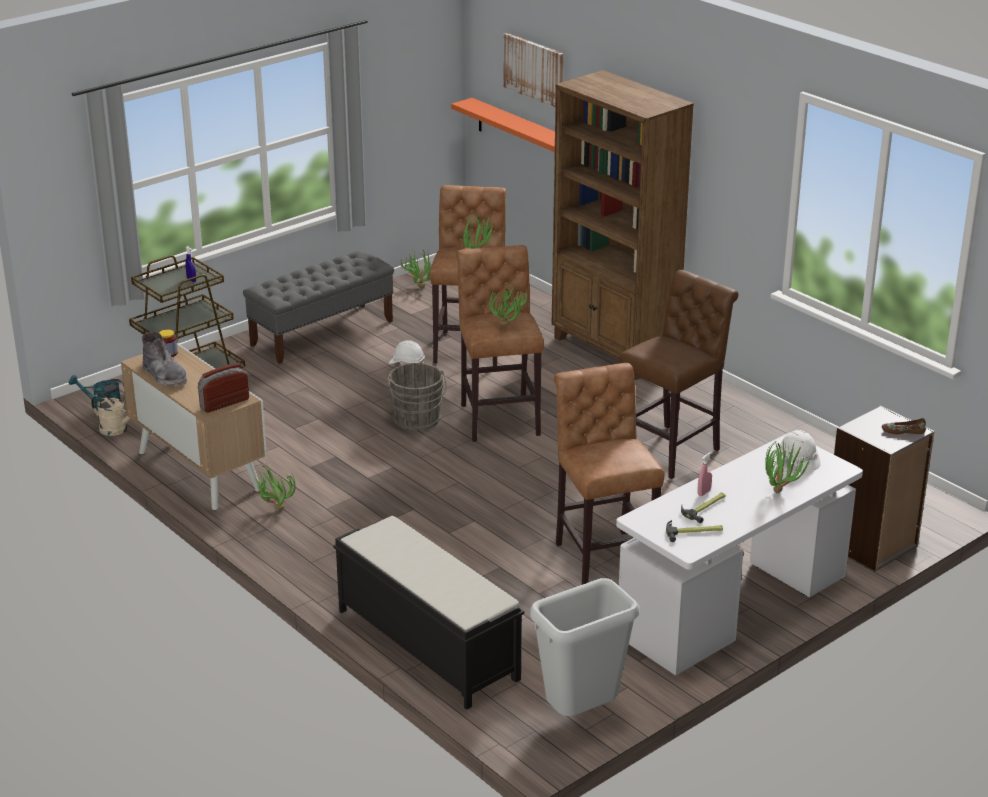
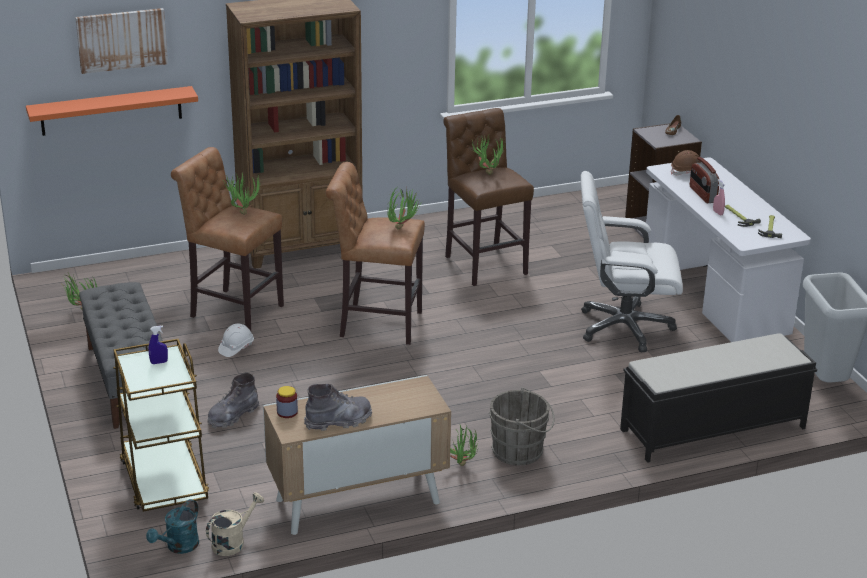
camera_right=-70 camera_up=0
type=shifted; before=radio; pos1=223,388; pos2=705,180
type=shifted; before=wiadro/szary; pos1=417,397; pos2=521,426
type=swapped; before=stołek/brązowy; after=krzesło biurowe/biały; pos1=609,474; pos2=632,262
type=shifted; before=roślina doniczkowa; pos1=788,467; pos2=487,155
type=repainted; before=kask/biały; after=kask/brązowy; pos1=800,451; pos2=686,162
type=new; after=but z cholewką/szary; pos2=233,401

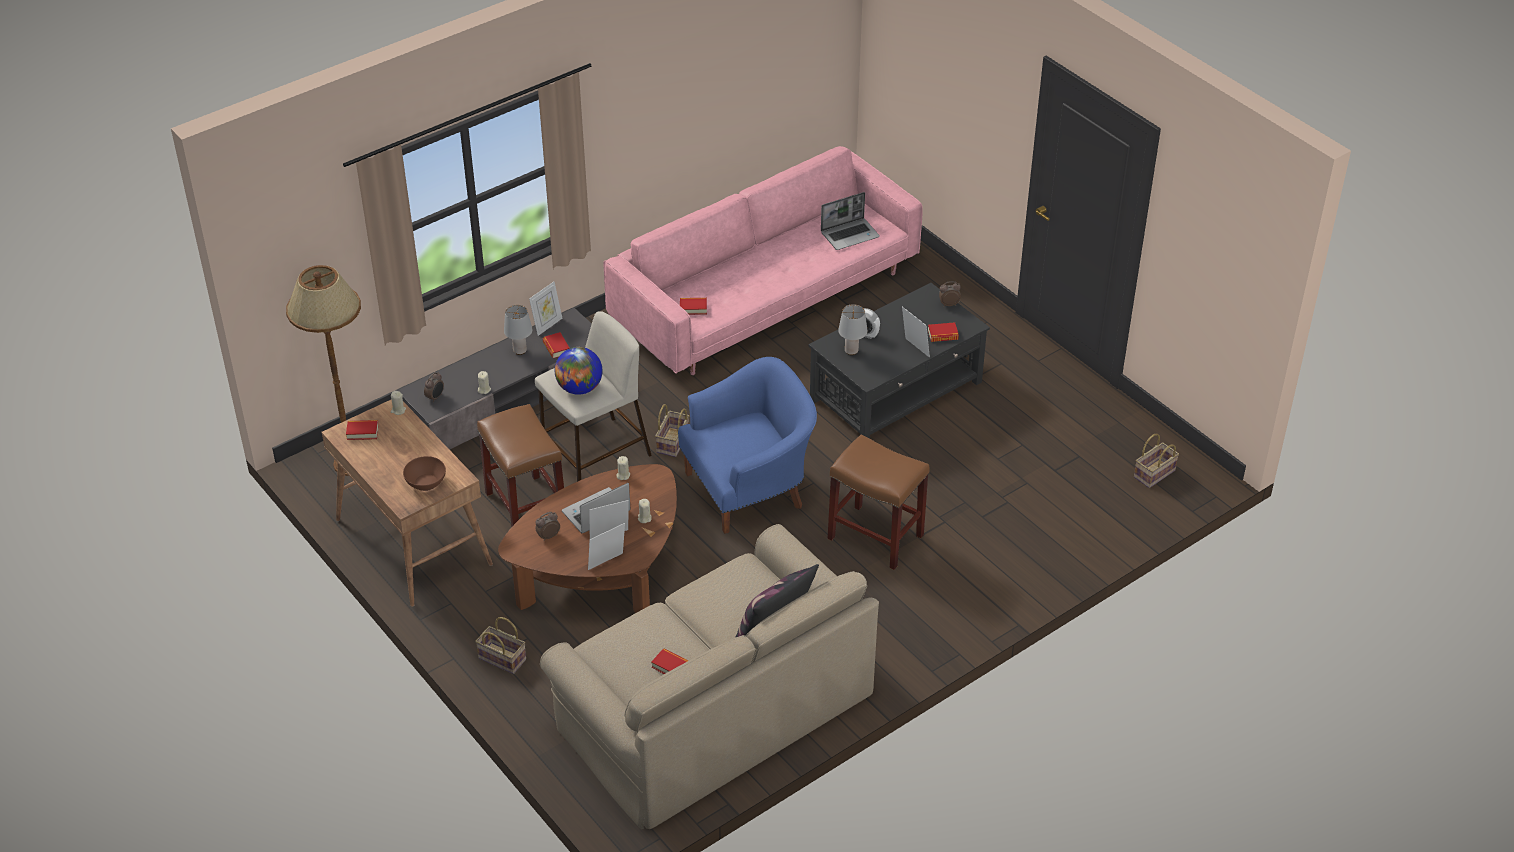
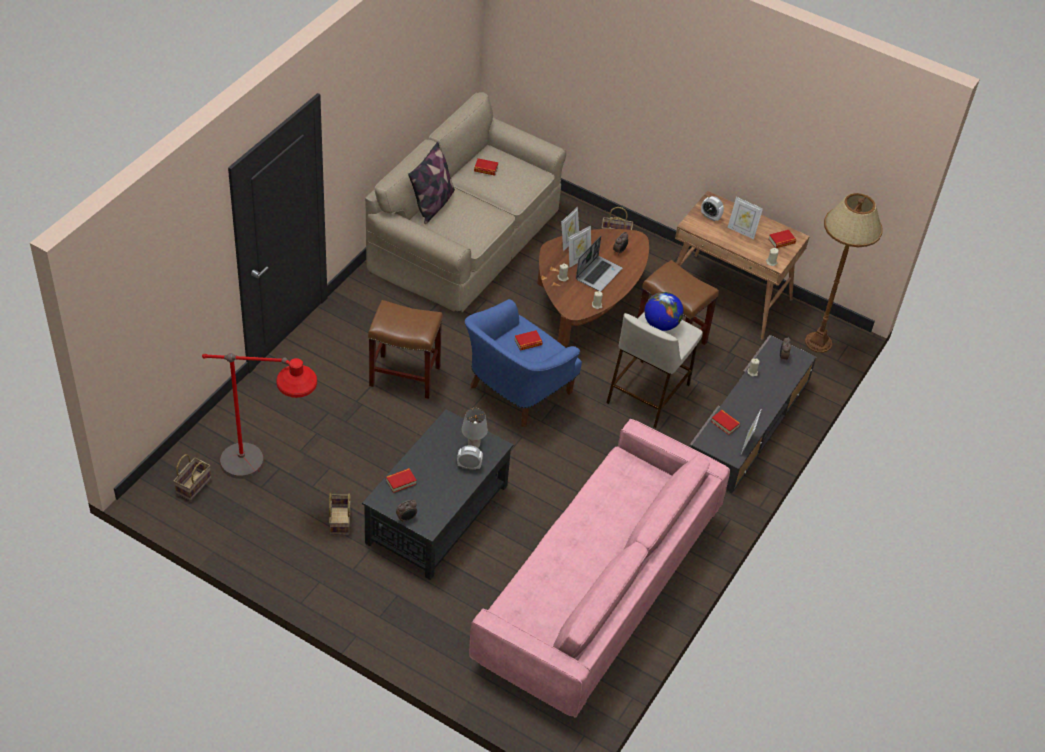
camera_right=155 camera_up=5
type=swapped; before=miska/brązowy; after=budzik; pos1=424,473; pos2=712,208
type=gone; before=lampa stołowa/szary; pos1=518,330
type=shifted; before=koszyk; pos1=672,430; pos2=340,514
type=shifted; before=książka; pos1=693,306; pos2=528,340
type=gone; before=laptop; pos1=850,221
type=shifted; before=ramka na zdjęcie; pos1=916,332; pos2=745,218
type=new; after=lampa stojąca/czerwony; pos2=259,416

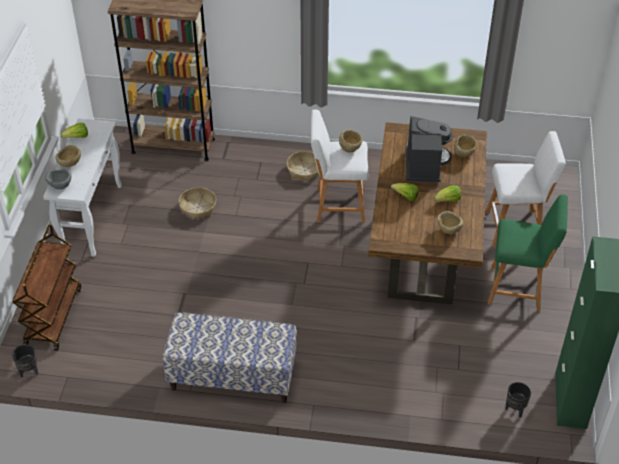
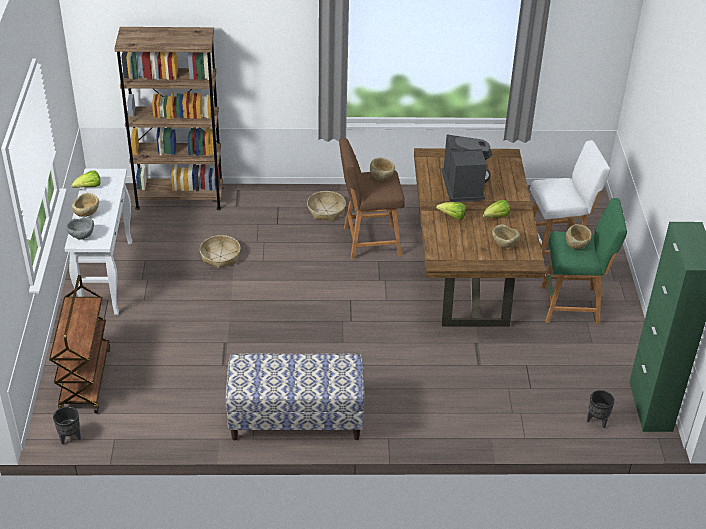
camera_right=-10 camera_up=-5
type=repainted; before=stołek/biały; after=stołek/brązowy; pos1=339,166; pos2=372,199
type=shifted; before=miska/beżowy; pos1=465,146; pos2=579,236

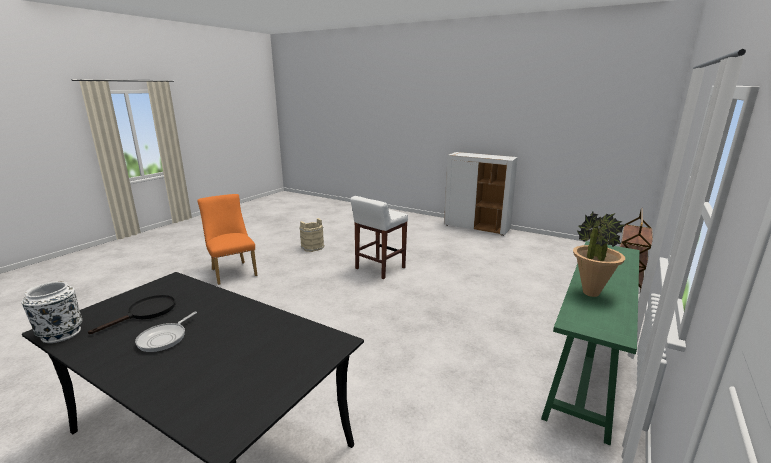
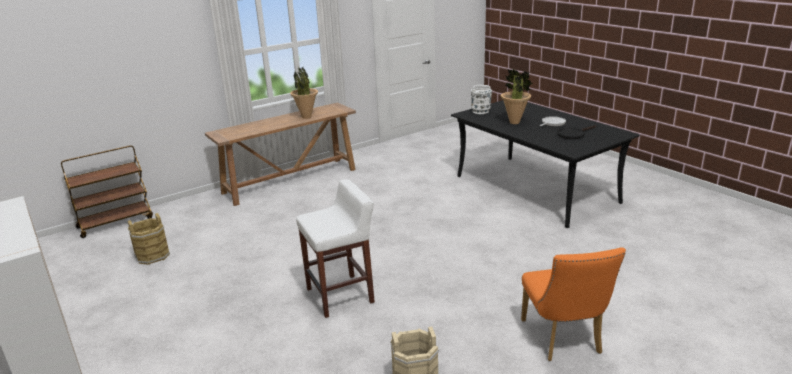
camera_right=-155 camera_up=5
type=shifted; before=wazon/biały; pos1=52,312; pos2=481,99
type=repainted; before=stolik konsolowy/zielony; after=stolik konsolowy/brązowy; pos1=590,343; pos2=280,154
type=new; after=wiadro/brązowy; pos2=149,239
type=new; after=roślina doniczkowa; pos2=517,96

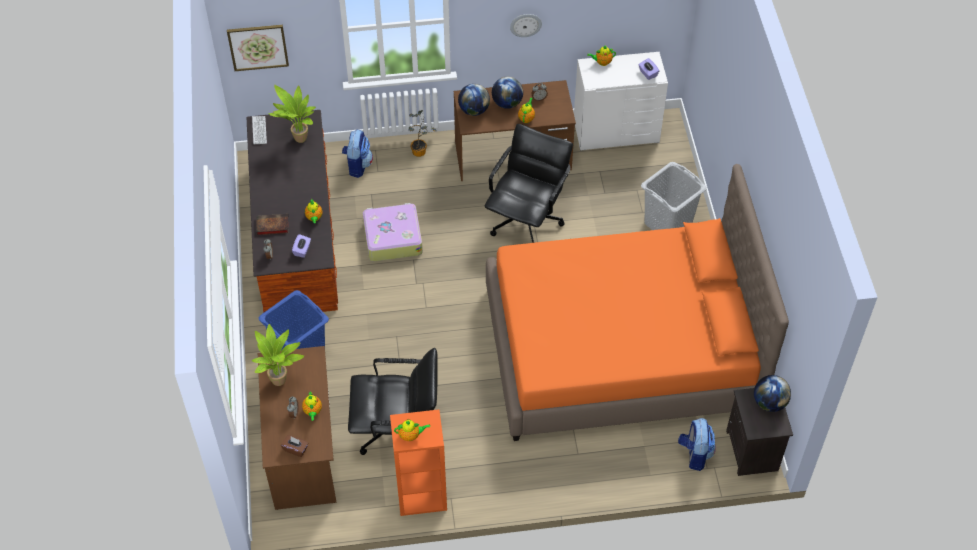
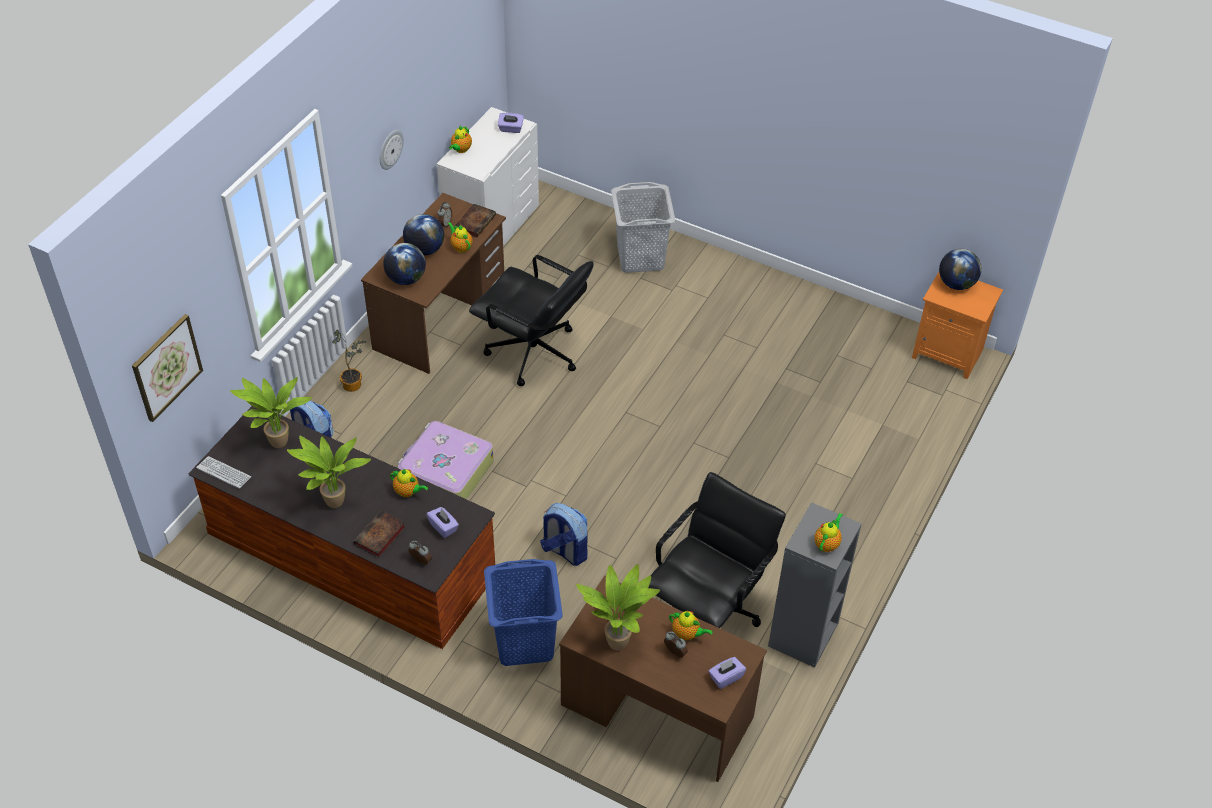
camera_right=-55 camera_up=-5
type=repainted; before=pudełko chusteczek/brązowy; after=pudełko chusteczek/fioletowy; pos1=294,446; pos2=727,673
type=repainted; before=regał/pomarańczowy; after=regał/szary; pos1=418,463; pos2=815,585
type=rotated; before=krzesło biurowe/czarny; pos1=529,183; pos2=531,320; turn=150
type=gone; before=łóżko/pomarańczowy; pos1=637,302
type=shifted; before=plecak; pos1=697,444; pos2=564,534
type=repainted; before=szafka nocna/czarny; after=szafka nocna/pomarańczowy; pos1=759,432; pos2=957,325
type=new; after=roślina doniczkowa; pos2=329,472
type=new; after=książka; pos2=475,221

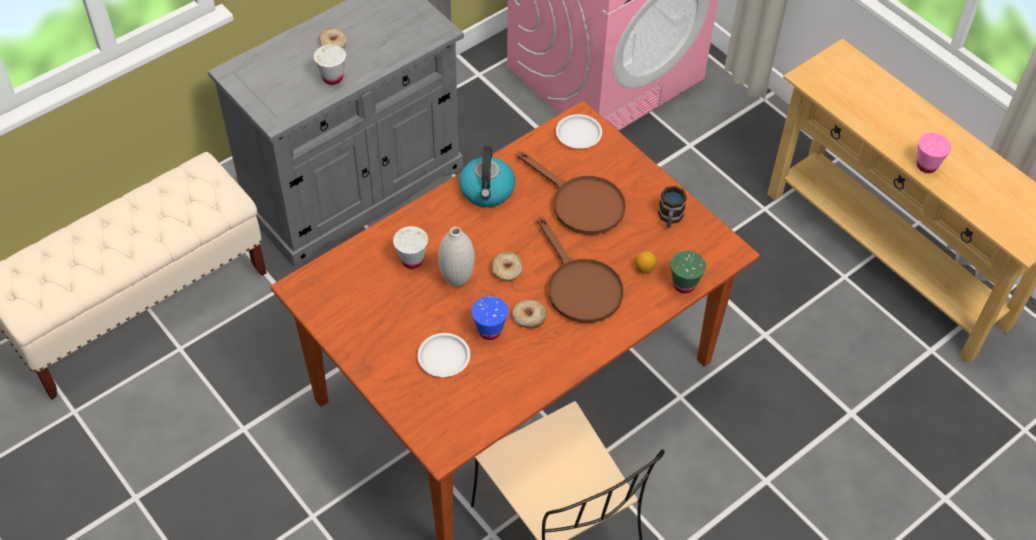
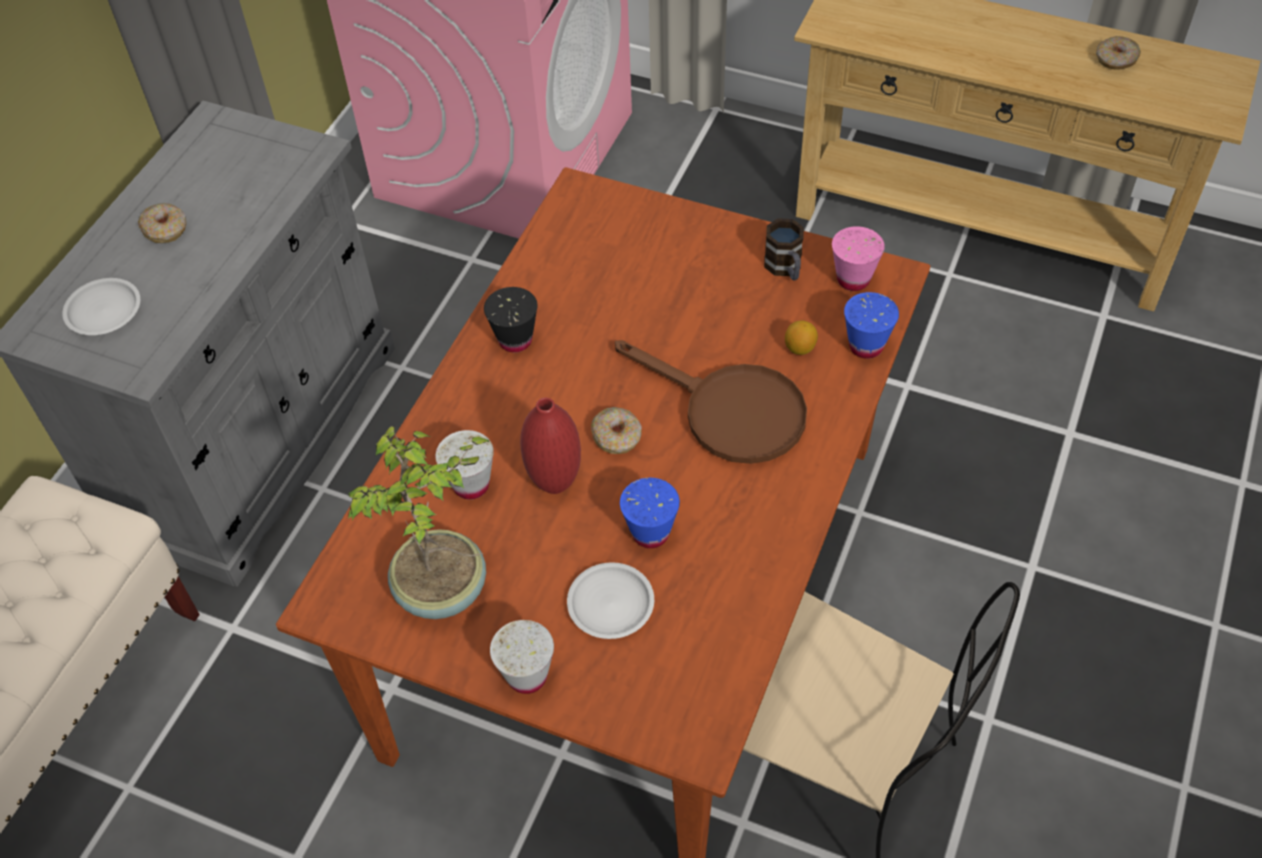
camera_right=-25 camera_up=0
type=shifted; before=filiżanka/biały; pos1=330,64; pos2=522,657
type=repainted; before=wazon/biały; after=wazon/czerwony; pos1=456,257; pos2=550,446
type=swapped; before=czajnik; after=filiżanka/czarny; pos1=487,176; pos2=510,319
type=shifted; before=donut; pos1=530,314; pos2=1118,52
type=gone; before=patelnia/brązowy; pos1=572,192
type=shifted; before=talerz/biały; pos1=579,131; pos2=101,306
type=repainted; before=filiżanka/zielony; after=filiżanka/niebieski; pos1=688,272; pos2=871,325
type=shifted; before=filiżanka/różowy; pos1=934,153; pos2=858,258
type=new; after=roślina doniczkowa; pos2=419,522

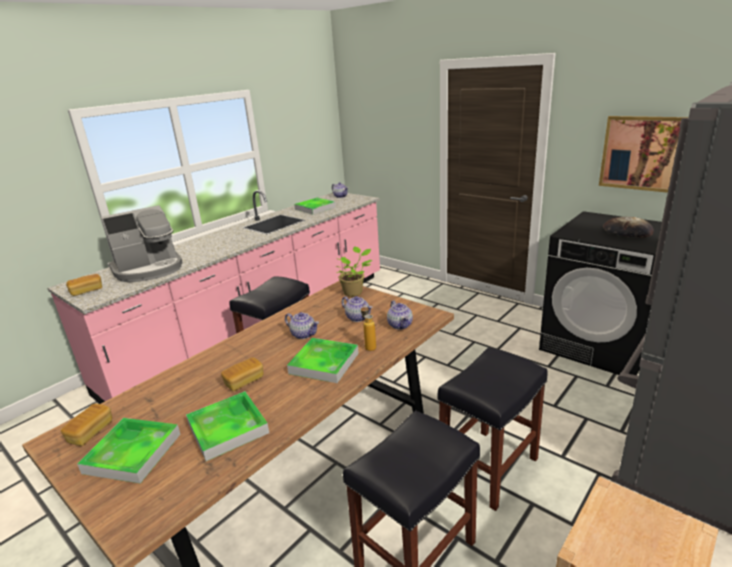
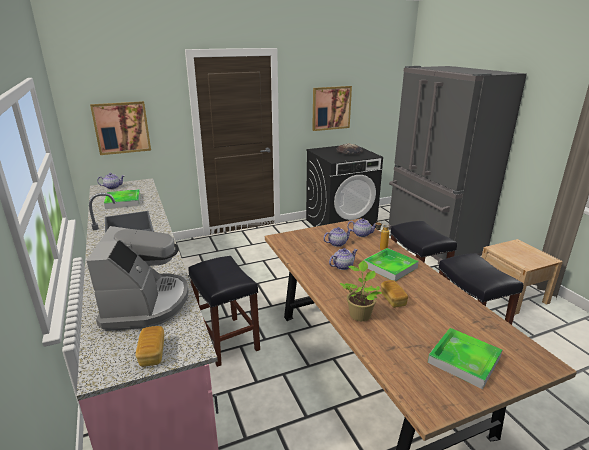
camera_right=-65 camera_up=0
type=gone; before=chleb; pos1=86,424
type=gone; before=taca; pos1=227,426
type=shifted; before=roślina doniczkowa; pos1=354,271; pos2=361,290
type=new; after=obraz; pos2=120,128

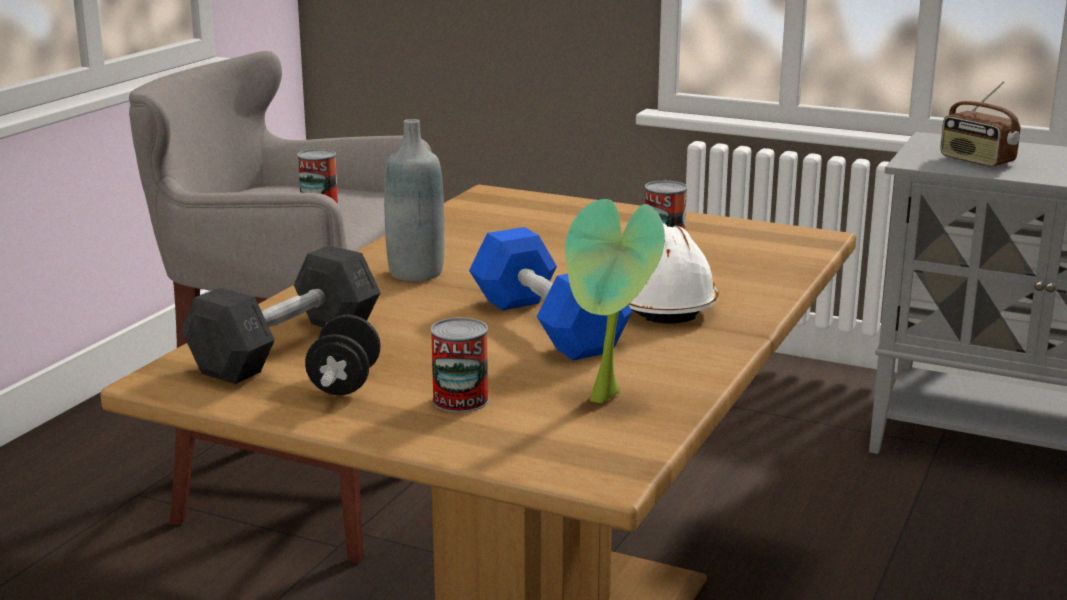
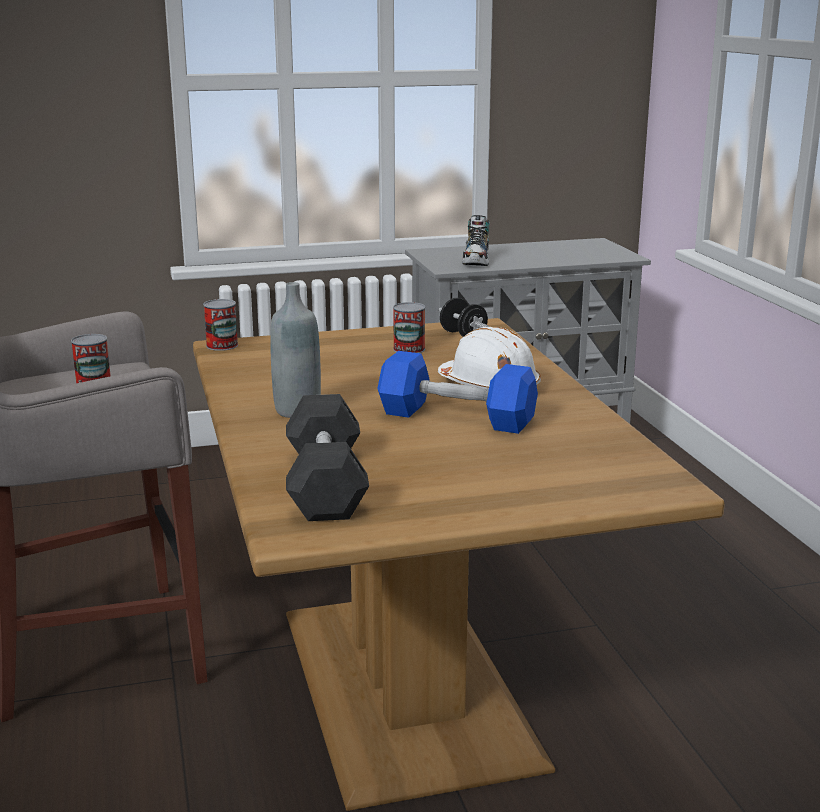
camera_right=-40 camera_up=0
type=shifted; before=hantel/czarny; pos1=343,355; pos2=464,317
type=shifted; before=puszka; pos1=459,365; pos2=220,325
type=gone; before=roślina doniczkowa; pos1=615,301
type=swapped; before=radio; after=but; pos1=980,124; pos2=475,240

